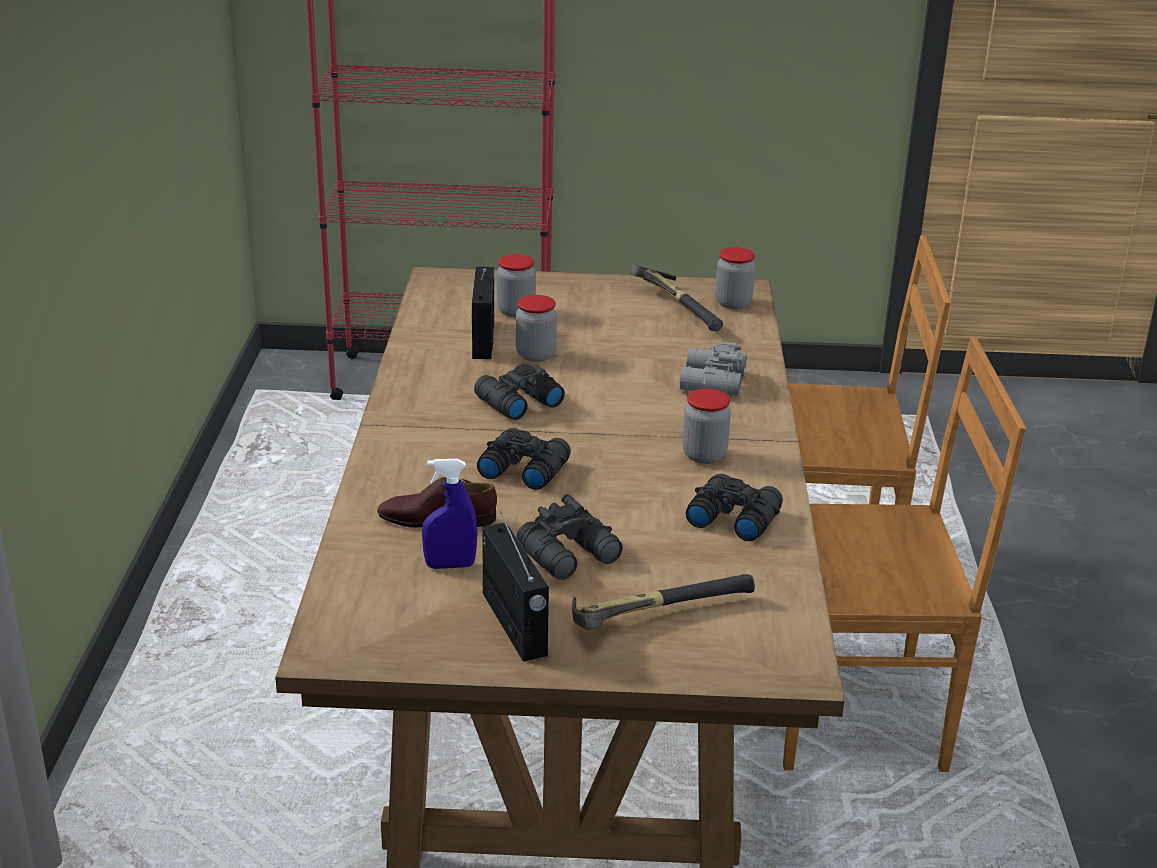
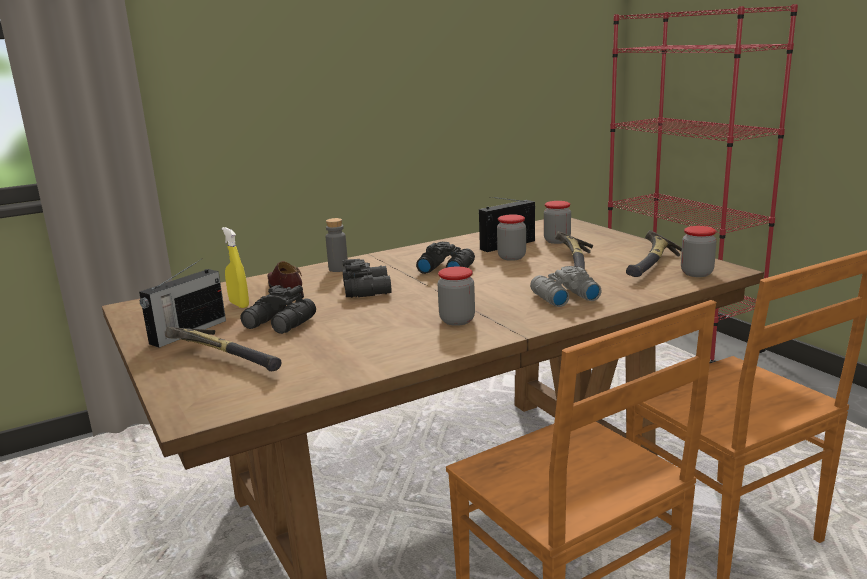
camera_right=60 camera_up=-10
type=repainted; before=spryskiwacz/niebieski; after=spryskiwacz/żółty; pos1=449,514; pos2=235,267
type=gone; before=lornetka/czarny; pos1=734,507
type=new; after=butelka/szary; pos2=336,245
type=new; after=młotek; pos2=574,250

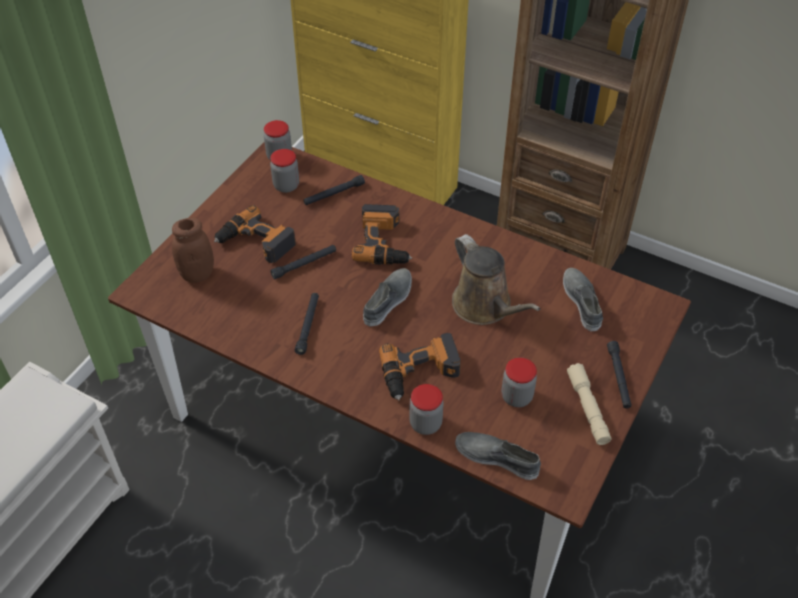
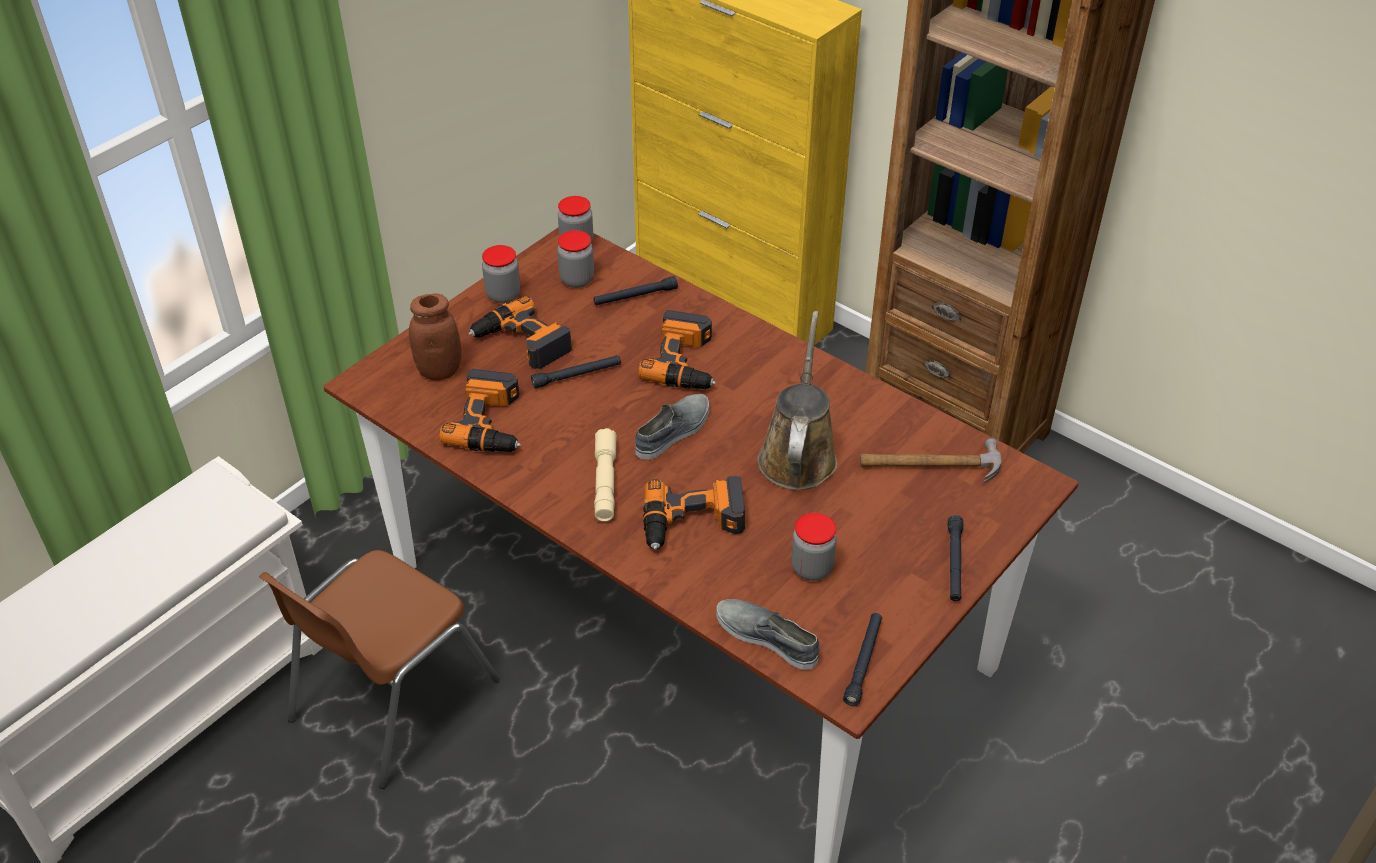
camera_right=10 camera_up=-5
type=shifted; before=latarka/czarny; pos1=307,324; pos2=862,659
type=shifted; before=słoik; pos1=426,409; pos2=501,274
type=rotated; before=konewka/brązowy; pos1=496,279; pos2=797,400; turn=-150
type=swapped; before=but/szary; after=młotek; pos1=583,299; pos2=931,460
type=shifted; before=latarka/beżowy; pos1=589,404; pos2=605,475
type=new; after=krzesło/brązowy; pos2=379,669
type=new; after=wiertarka; pos2=480,410

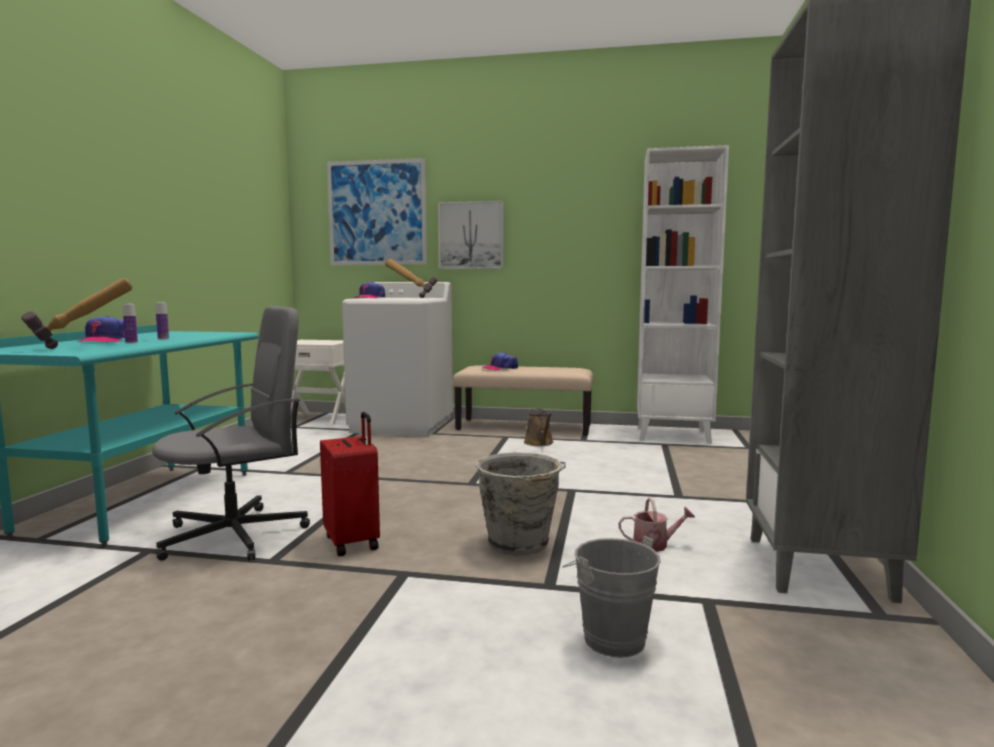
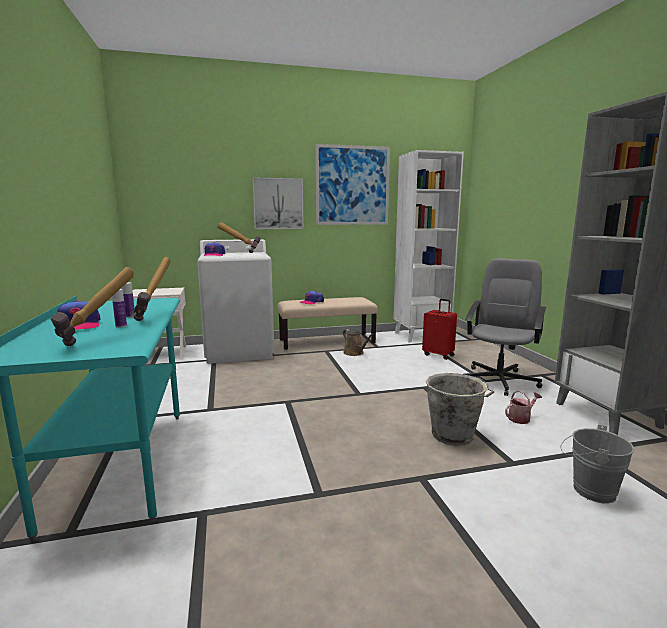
camera_right=-25 camera_up=5
type=shifted; before=krzesło biurowe/szary; pos1=231,433; pos2=505,327
type=shifted; before=walizka/czerwony; pos1=350,484; pos2=439,329
type=shifted; before=obraz; pos1=377,211; pos2=353,184
type=new; after=młotek; pos2=152,289

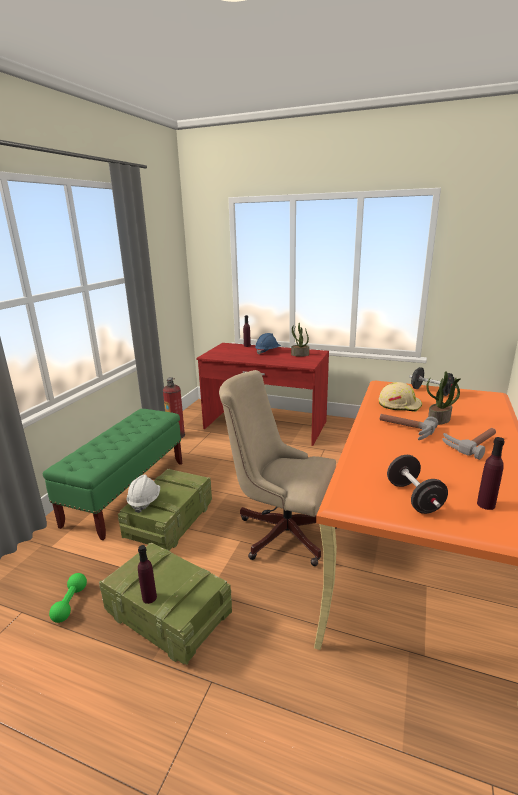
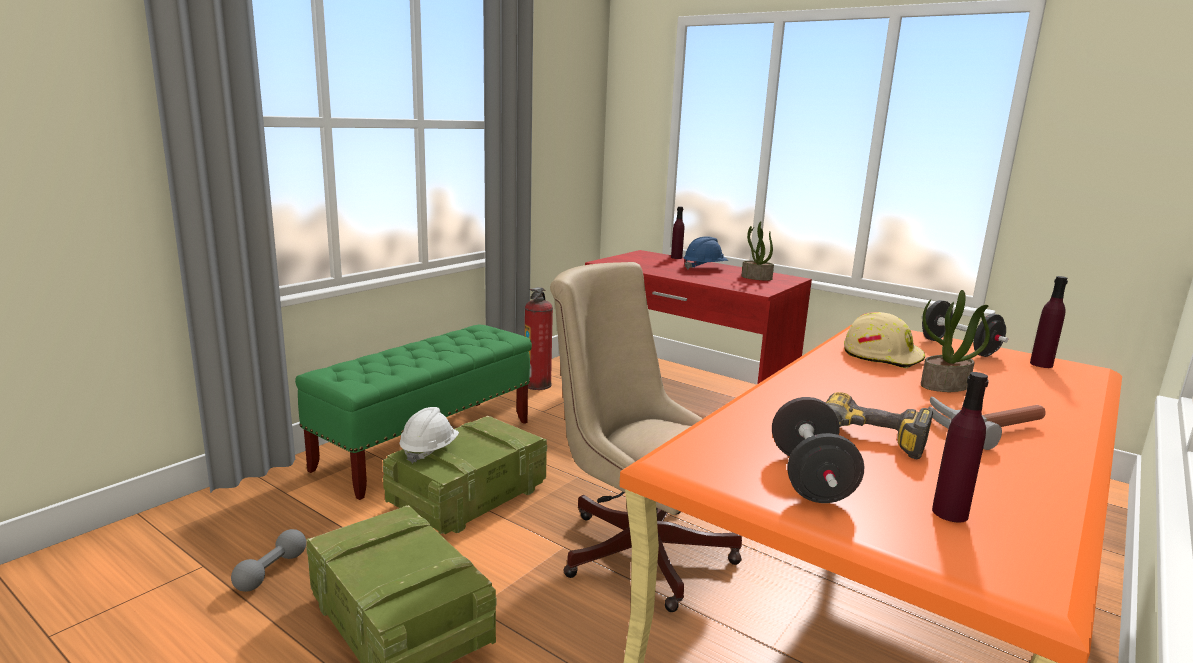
camera_right=15 camera_up=-5
type=repainted; before=hantel/zielony; after=hantel/szary; pos1=68,598; pos2=268,560
type=shifted; before=butelka/fioletowy; pos1=147,574; pos2=1049,322
type=gone; before=młotek; pos1=409,427
type=new; after=wiertarka; pos2=879,425

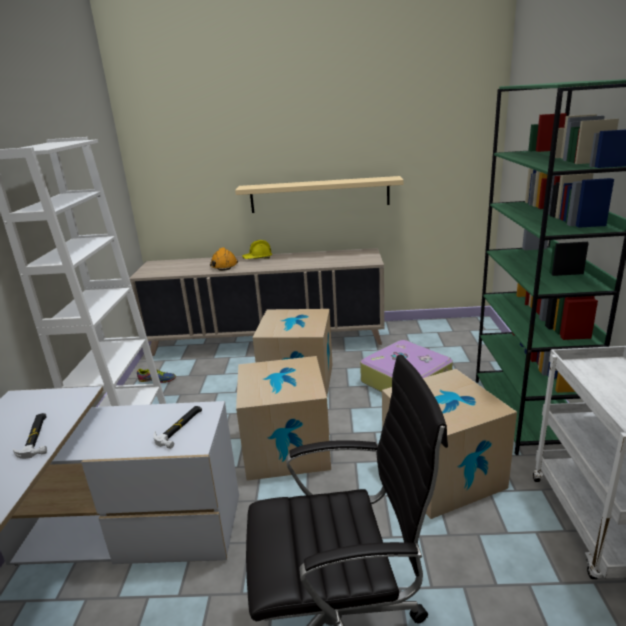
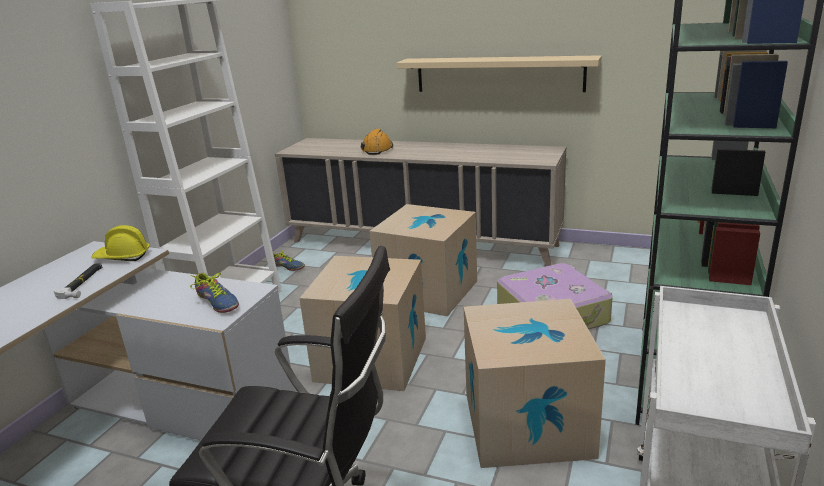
camera_right=20 camera_up=0
type=swapped; before=młotek; after=but; pos1=177,427; pos2=214,293
type=shifted; before=kask/żółty; pos1=257,249; pos2=120,243

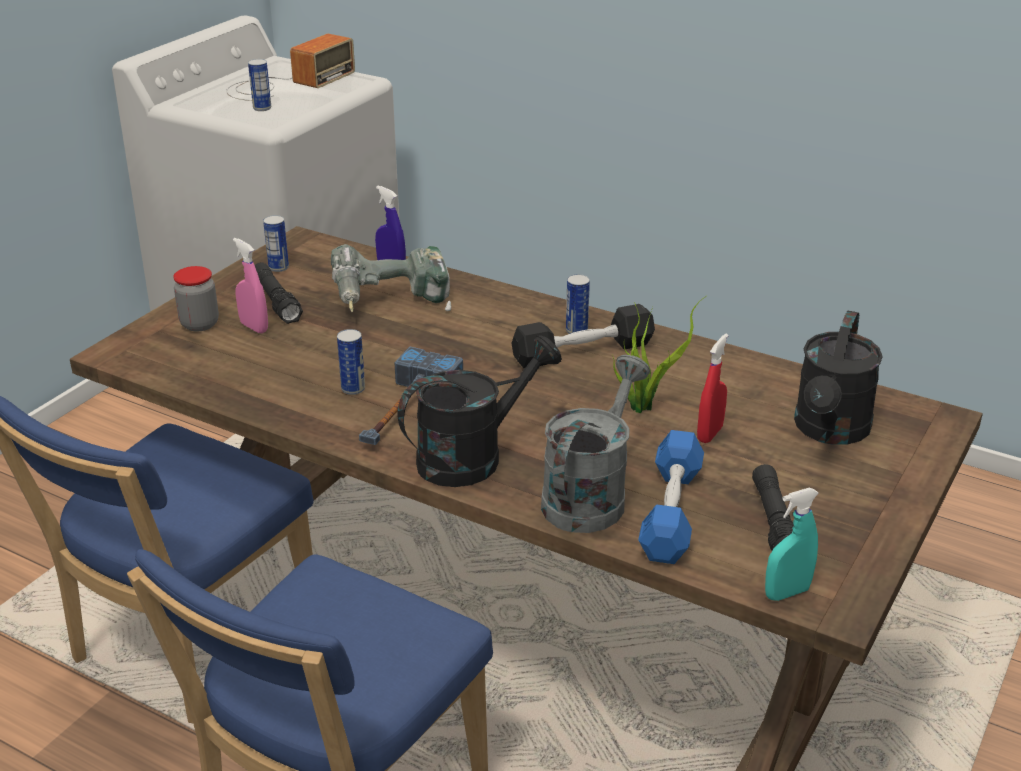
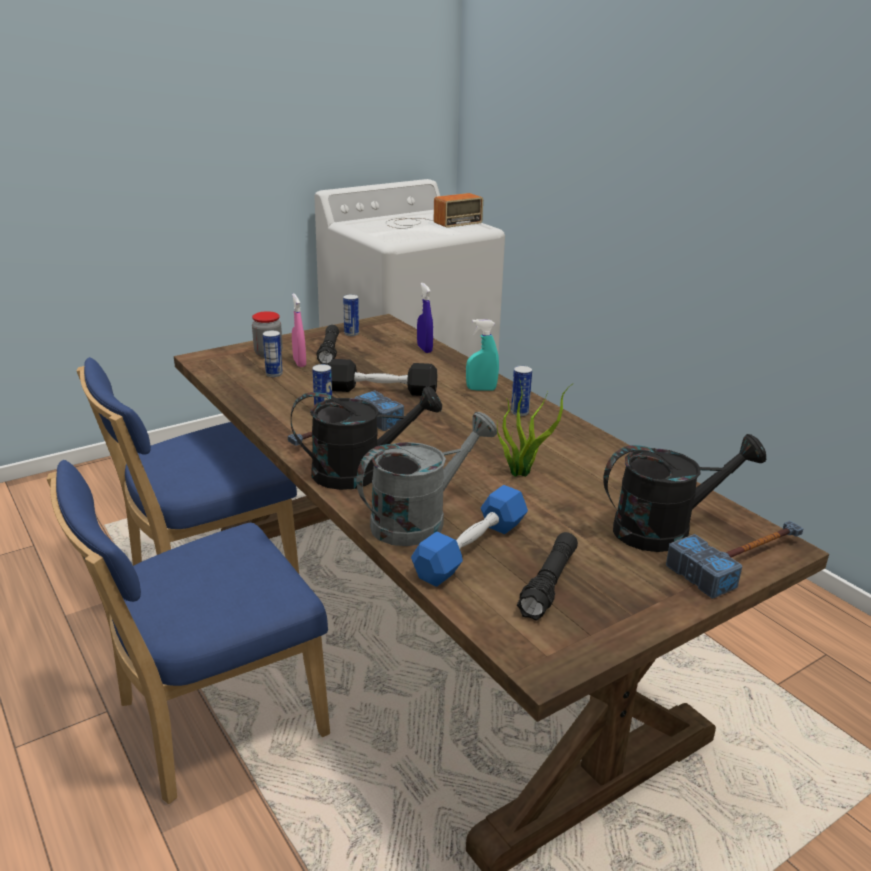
camera_right=25 camera_up=-5
type=shifted; before=puszka; pos1=259,85; pos2=273,353
type=gone; before=wiertarka; pos1=391,278
type=shifted; before=hantel/czarny; pos1=583,336; pos2=382,377
type=gone; before=spryskiwacz/czerwony; pos1=712,388
type=shifted; before=spryskiwacz/turkusowy; pos1=792,544; pos2=482,355
type=rotated; before=konewka/czarny; pos1=838,377; pos2=684,493; turn=-150
type=new; after=młotek; pos2=734,560

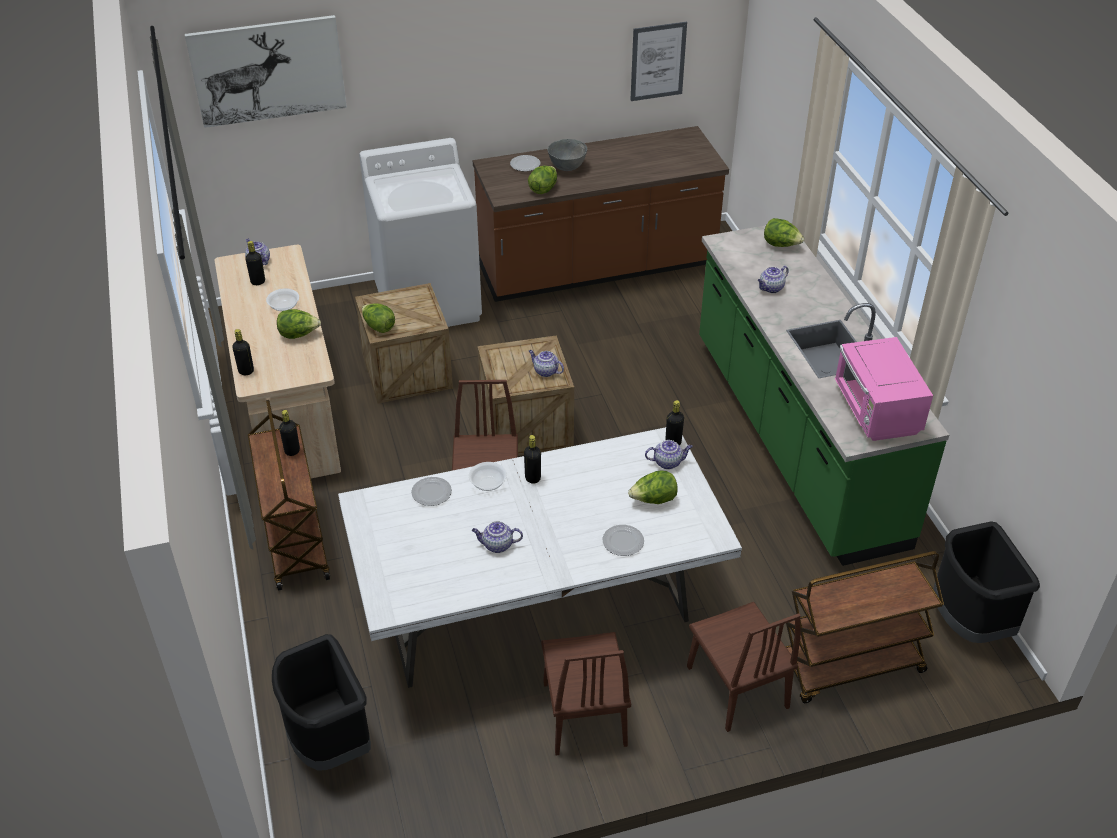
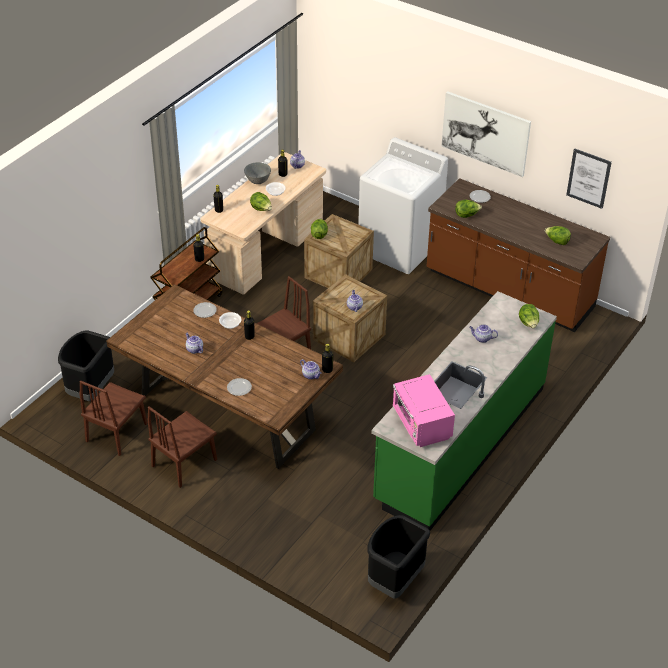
camera_right=50 camera_up=0
type=shifted; before=obraz; pos1=266,71; pos2=486,134
type=repainted; before=stół jadalny/biały; after=stół jadalny/brązowy; pos1=540,557; pos2=224,376
type=shifted; before=miska/szary; pos1=567,155; pos2=257,173
type=shifted; before=sałata; pos1=653,487; pos2=558,235
type=shifted; before=krzesło/brązowy; pos1=744,667; pos2=114,418
type=gone; before=wózek/brązowy; pos1=864,627
type=rotated; before=mikrofalówka/różowy; pos1=884,389; pos2=424,410; turn=-60

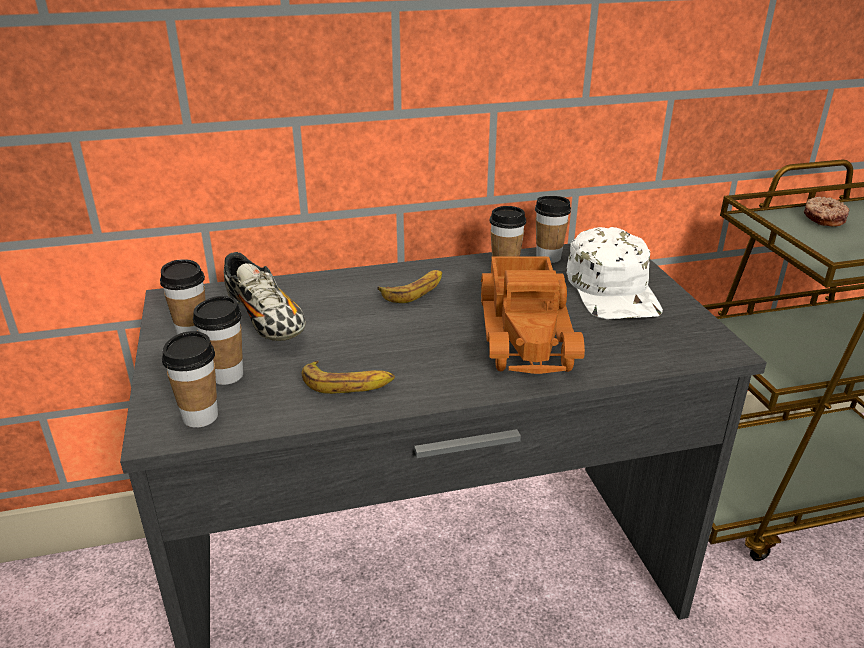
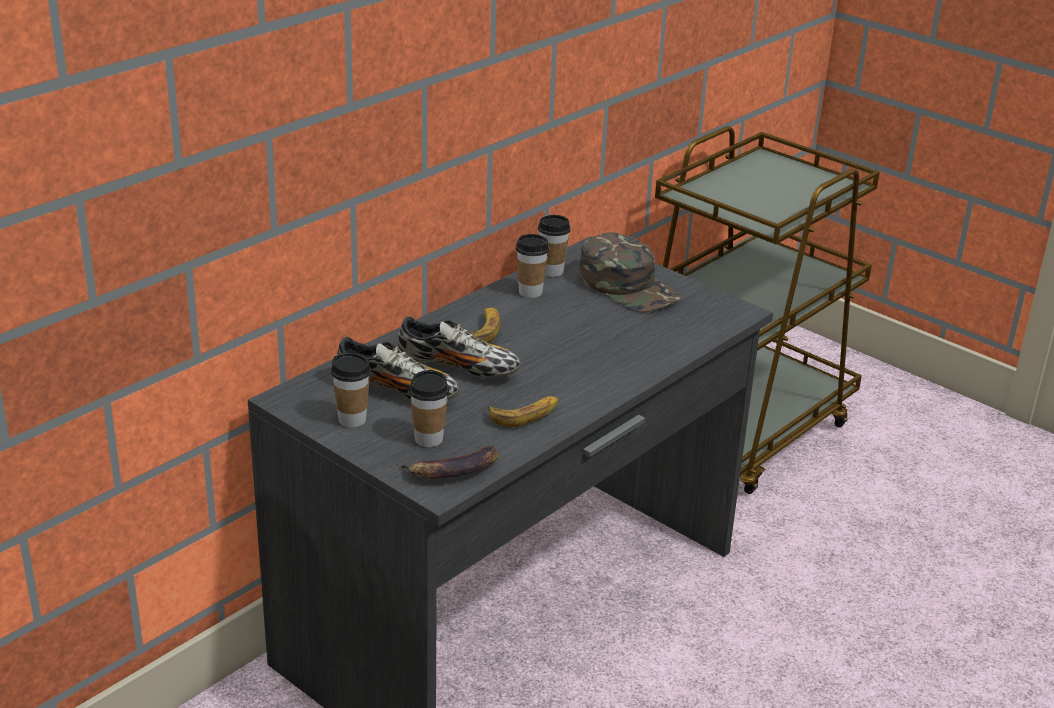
camera_right=-35 camera_up=0
type=swapped; before=filiżanka; after=banan; pos1=190,379; pos2=447,462
type=gone; before=ciężarówka zabawkowa; pos1=533,315
type=repainted; before=czapka z daszkiem/biały; after=czapka z daszkiem/zielony; pos1=615,273; pos2=630,272
type=gone; before=donut; pos1=826,211
type=new; after=but; pos2=459,347

